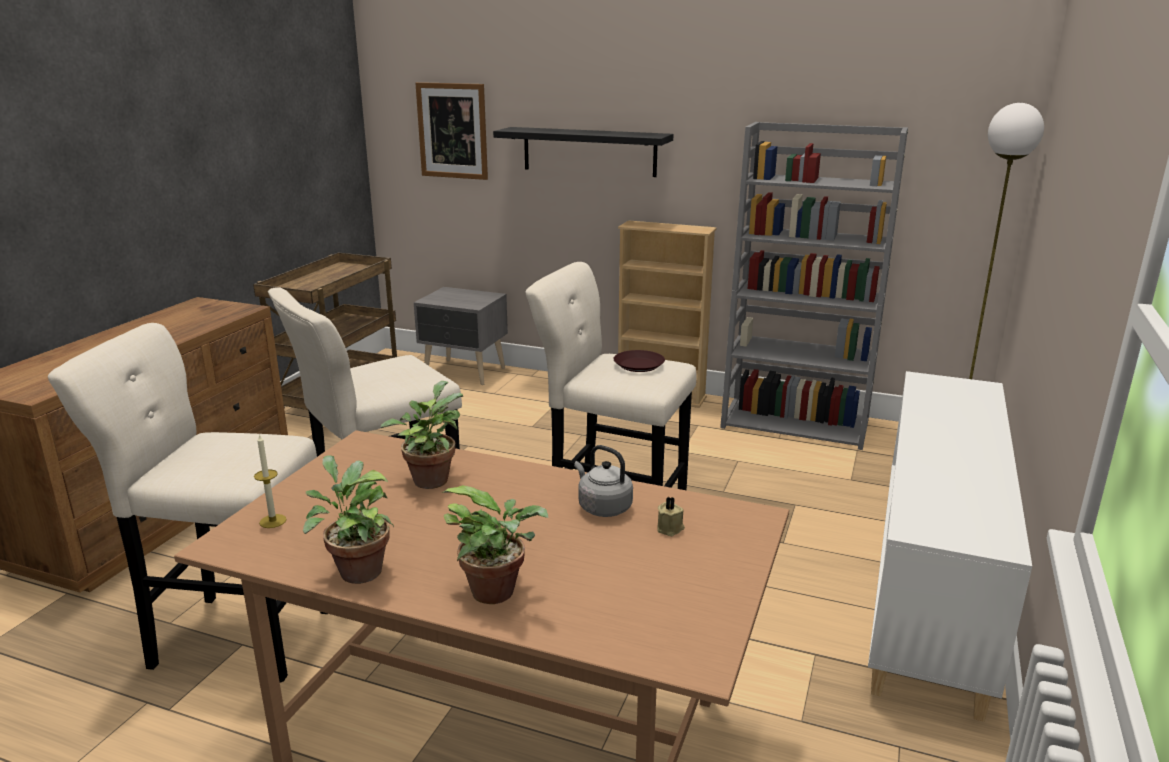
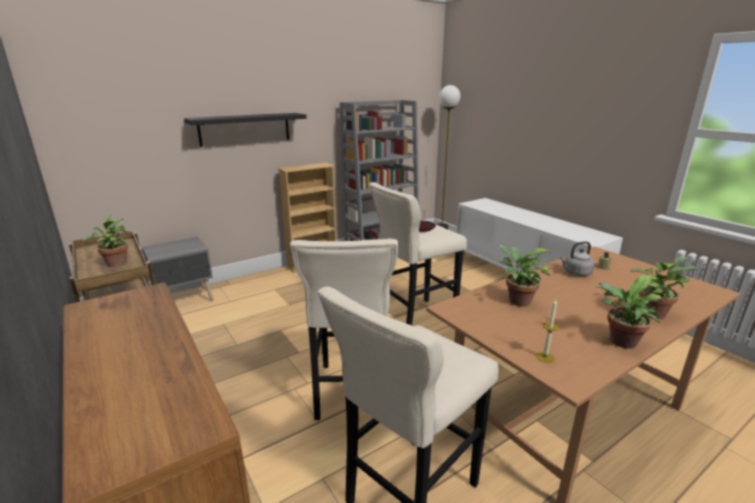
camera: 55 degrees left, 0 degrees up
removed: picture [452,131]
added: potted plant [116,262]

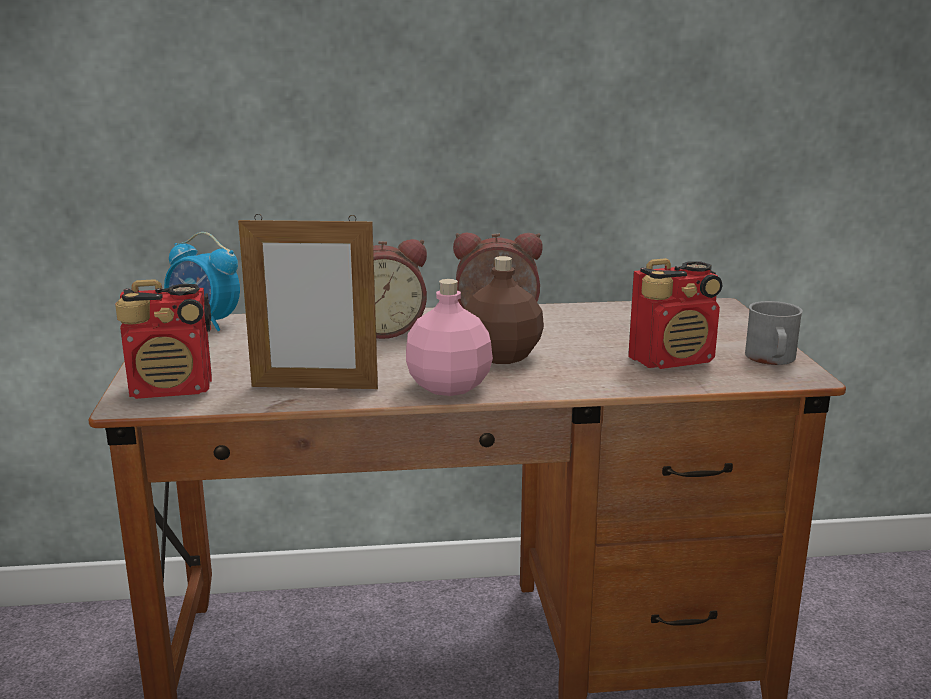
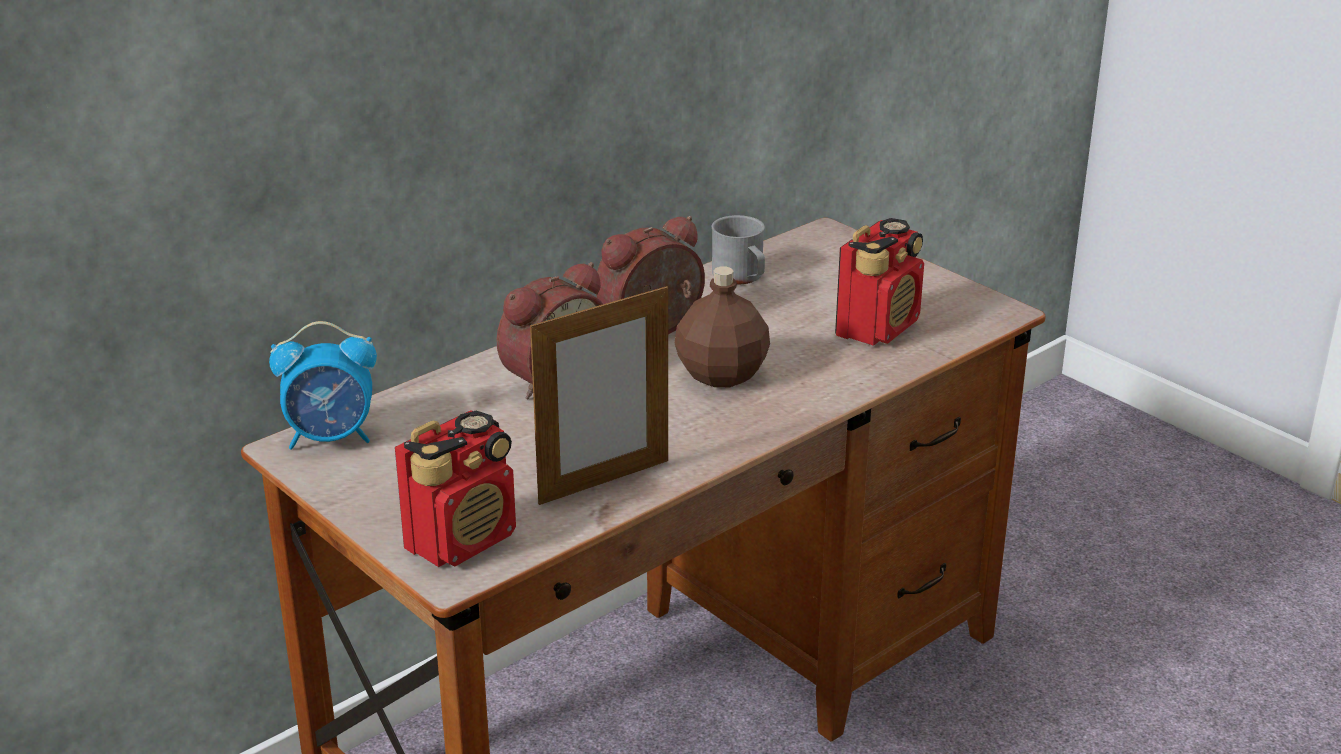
camera: 35 degrees left, 10 degrees up
removed: bottle/pink [447,386]
moved: mug/grey [771,359] to [741,277]

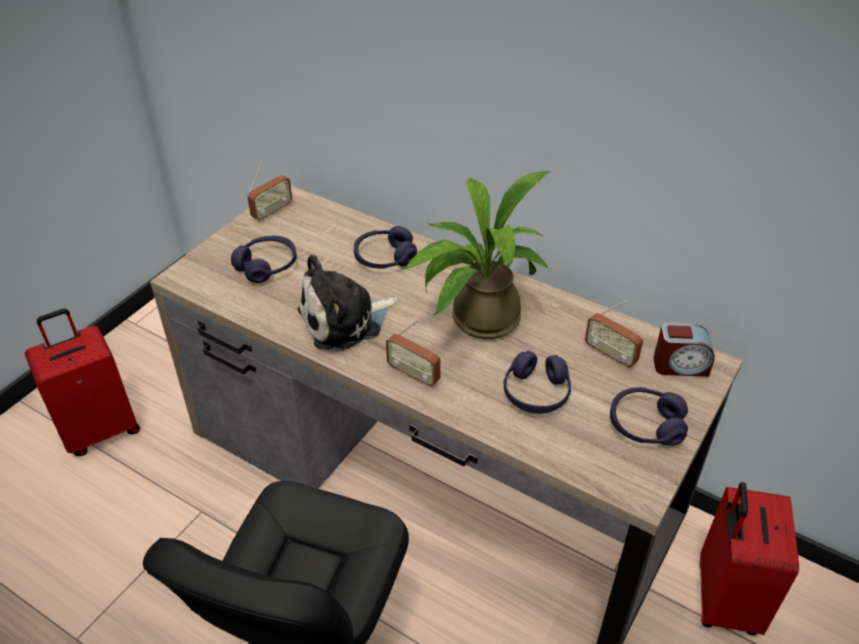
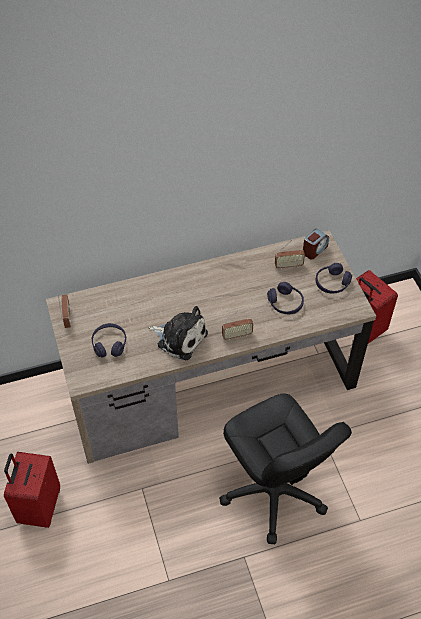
camera: 50 degrees left, 10 degrees up
removed: headphones/purple [385,258]; potted plant [477,320]
turned: plush toy [345,321] = [180,338] 75 degrees counterclockwise

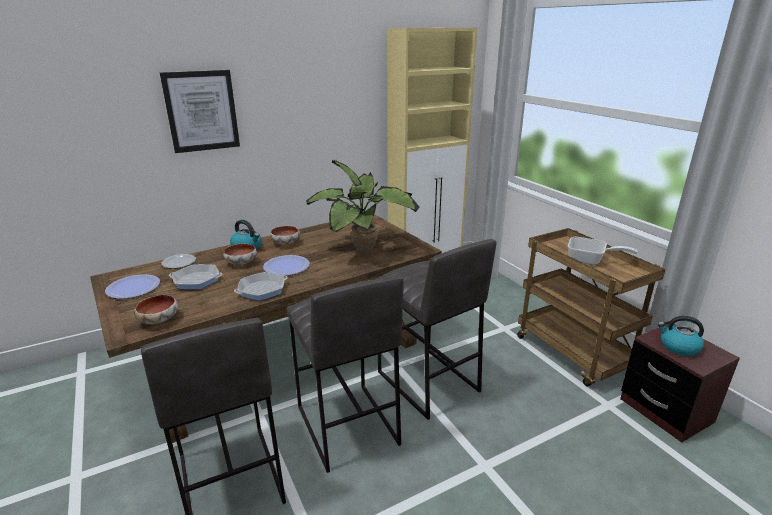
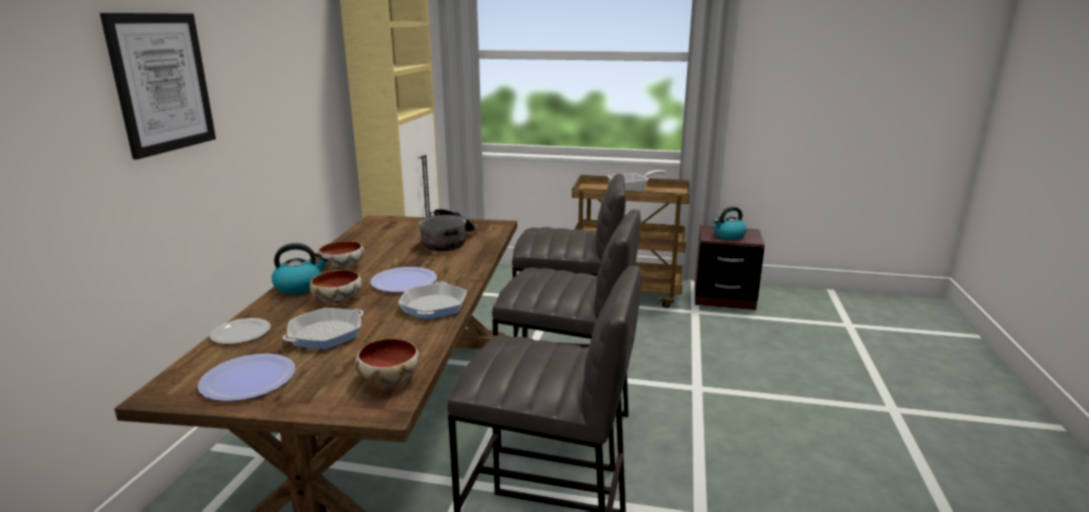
camera: 50 degrees left, 5 degrees down
replaced: potted plant [366,249] to cooking pot [448,241]

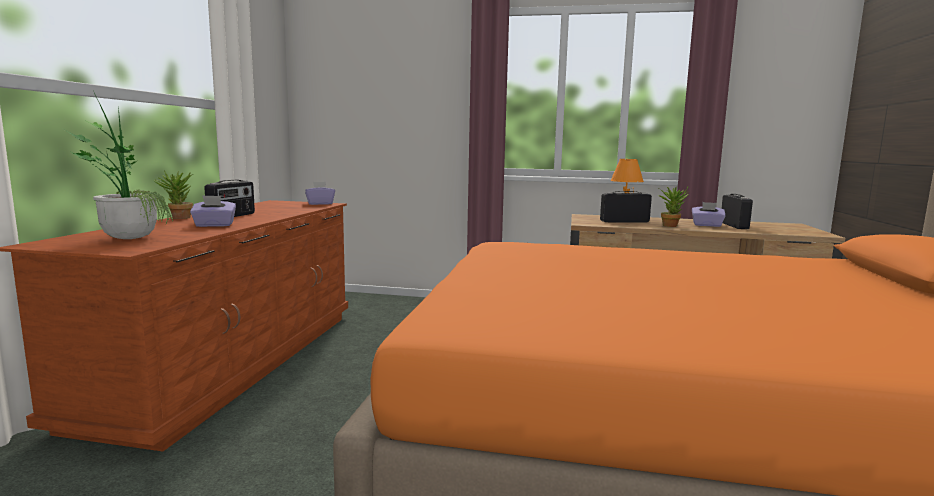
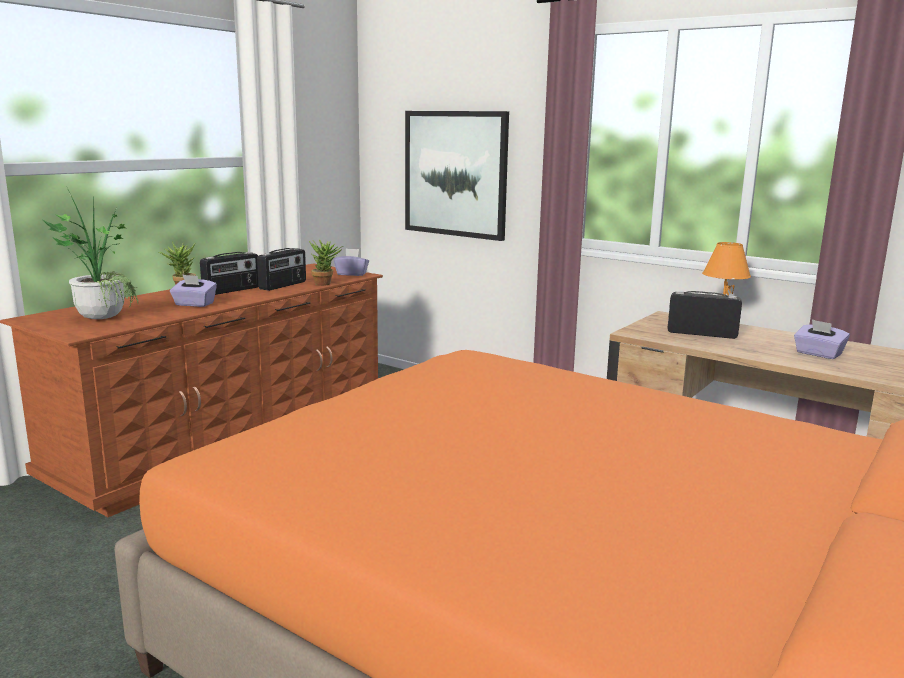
camera: 25 degrees right, 5 degrees up
added: picture [455,174]
moved: potted plant [671,225] to [326,284]; radio [734,225] to [283,285]

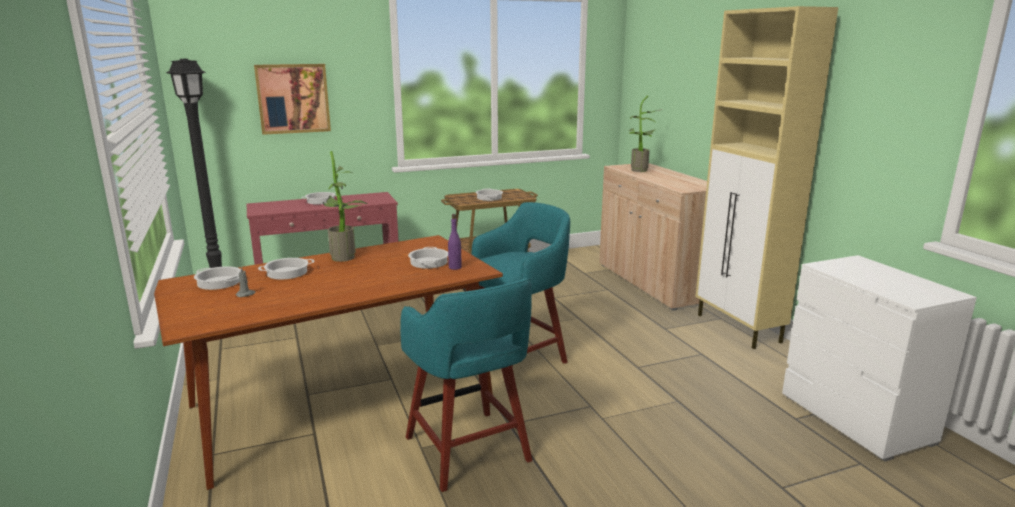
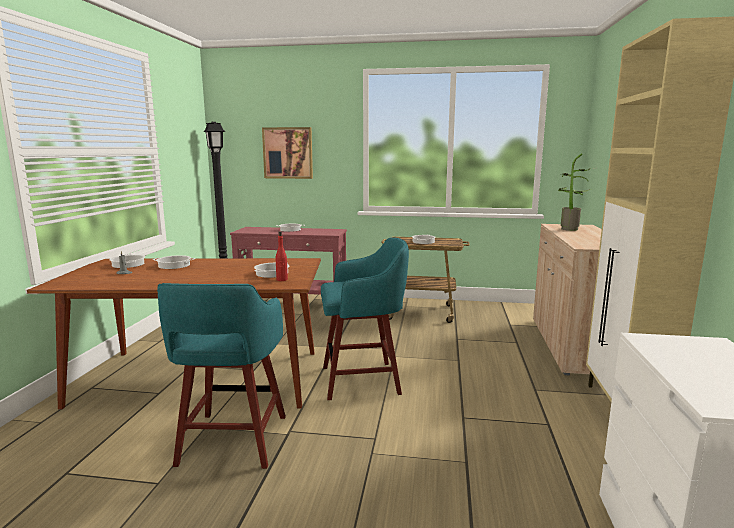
camera: 30 degrees right, 5 degrees down
removed: potted plant [347,257]
recoloured: bottle/purple [455,267] to bottle/red [282,280]

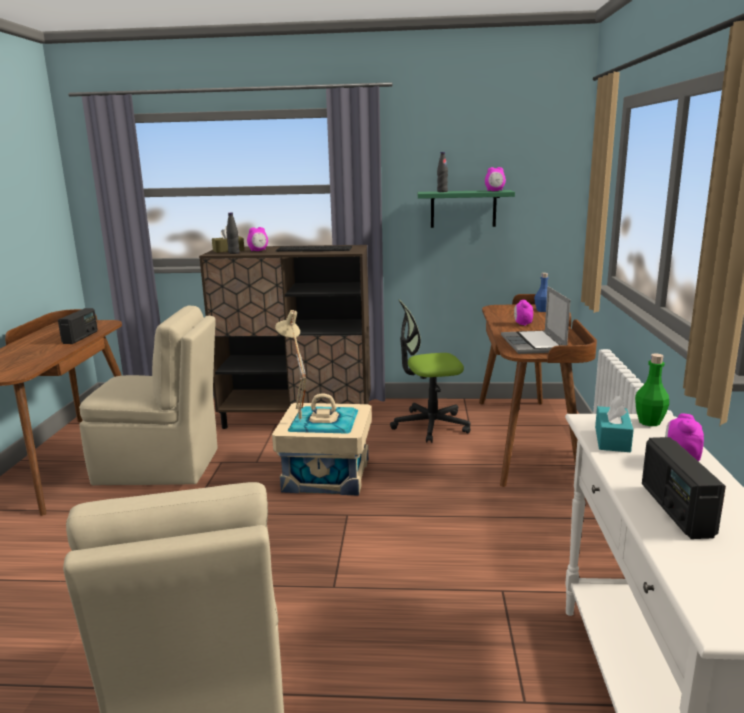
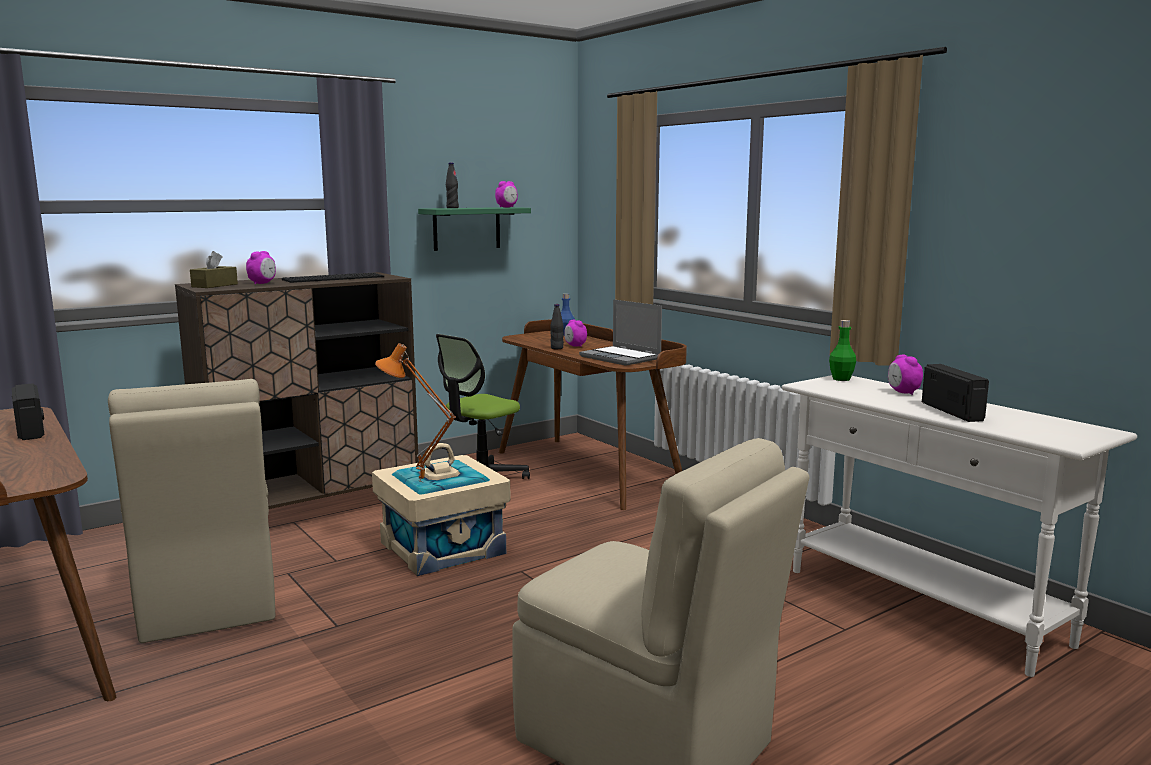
camera: 40 degrees left, 5 degrees down
removed: tissue box/turquoise [612,439]
moved: bottle/black [234,253] to [557,348]
recoloured: table lamp/beige [298,421] to table lamp/orange [419,482]
turned: chair/beige [161,466] = [207,601] 105 degrees clockwise; radio [675,509] = [952,411] 150 degrees counterclockwise

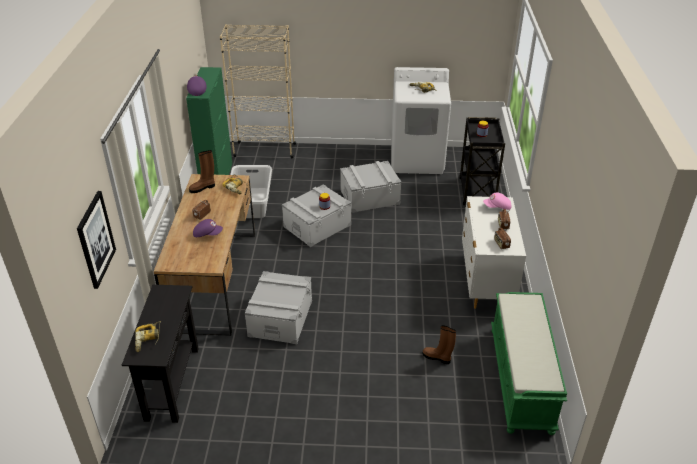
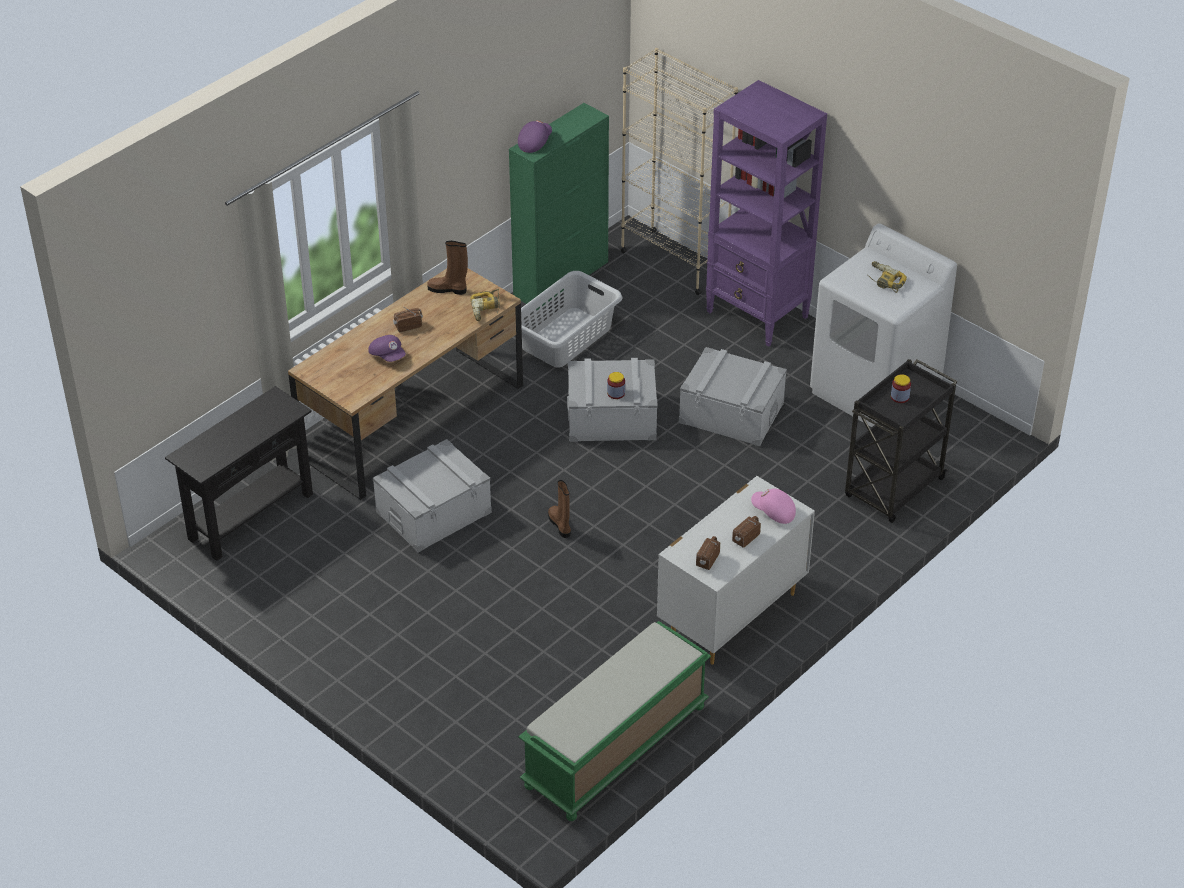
camera: 40 degrees right, 5 degrees up
removed: picture [95,239]; power drill [148,339]
added: bookcase/purple [758,315]
moved: boot/brown [437,357] to [560,525]

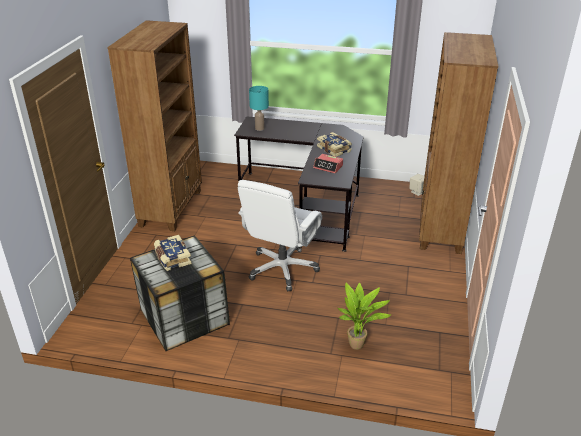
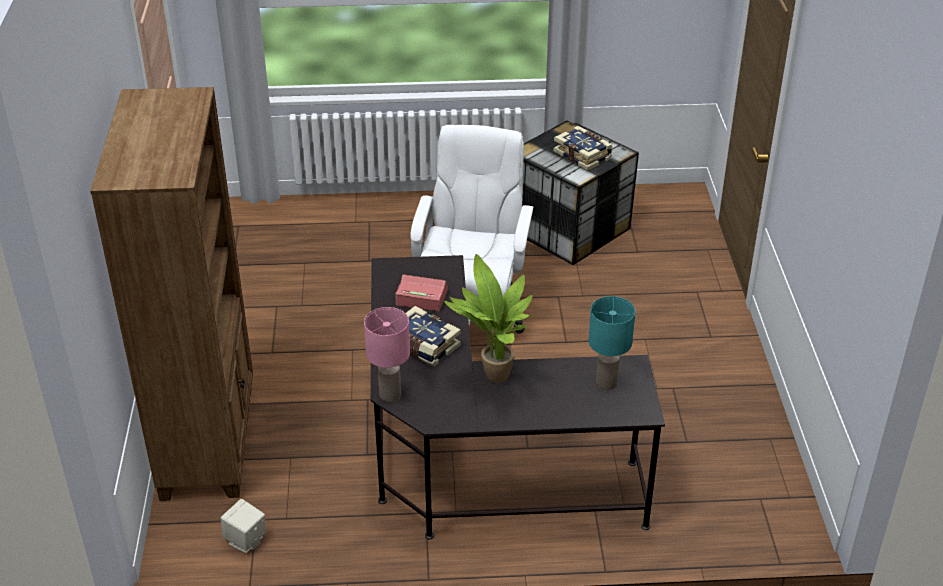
camera: 165 degrees right, 5 degrees up
removed: bookcase/brown [172,208]
added: table lamp/pink [390,395]
moved: potted plant [358,346] to [493,377]

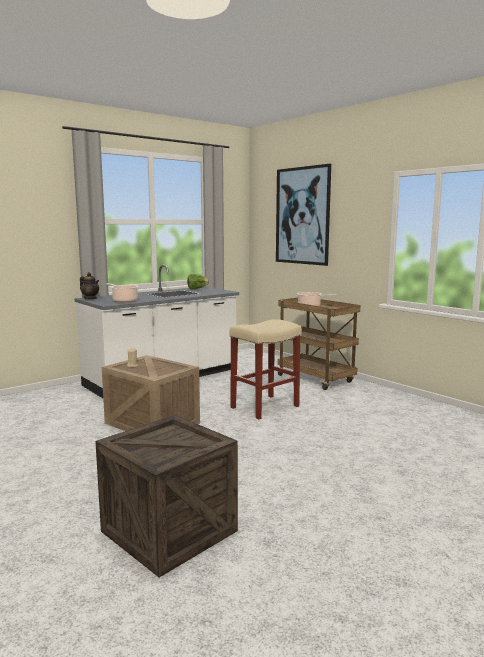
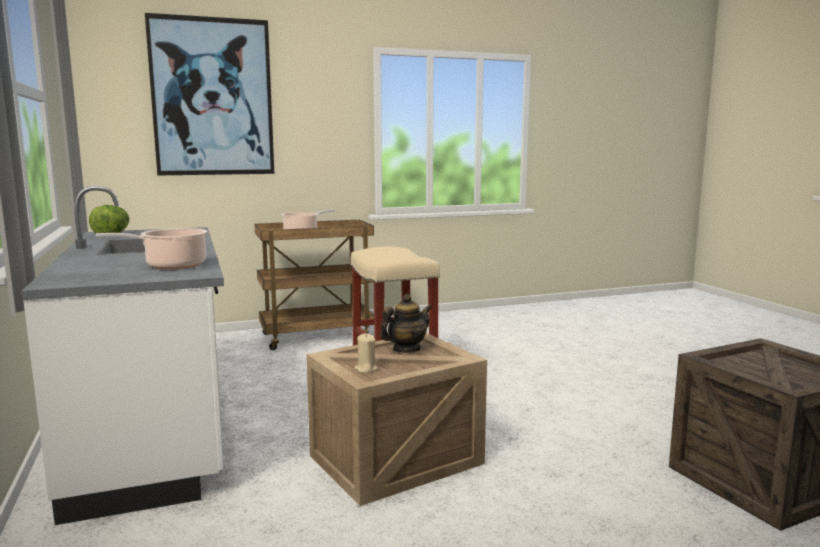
camera: 70 degrees left, 0 degrees up
moved: teapot [90,298] to [406,349]

